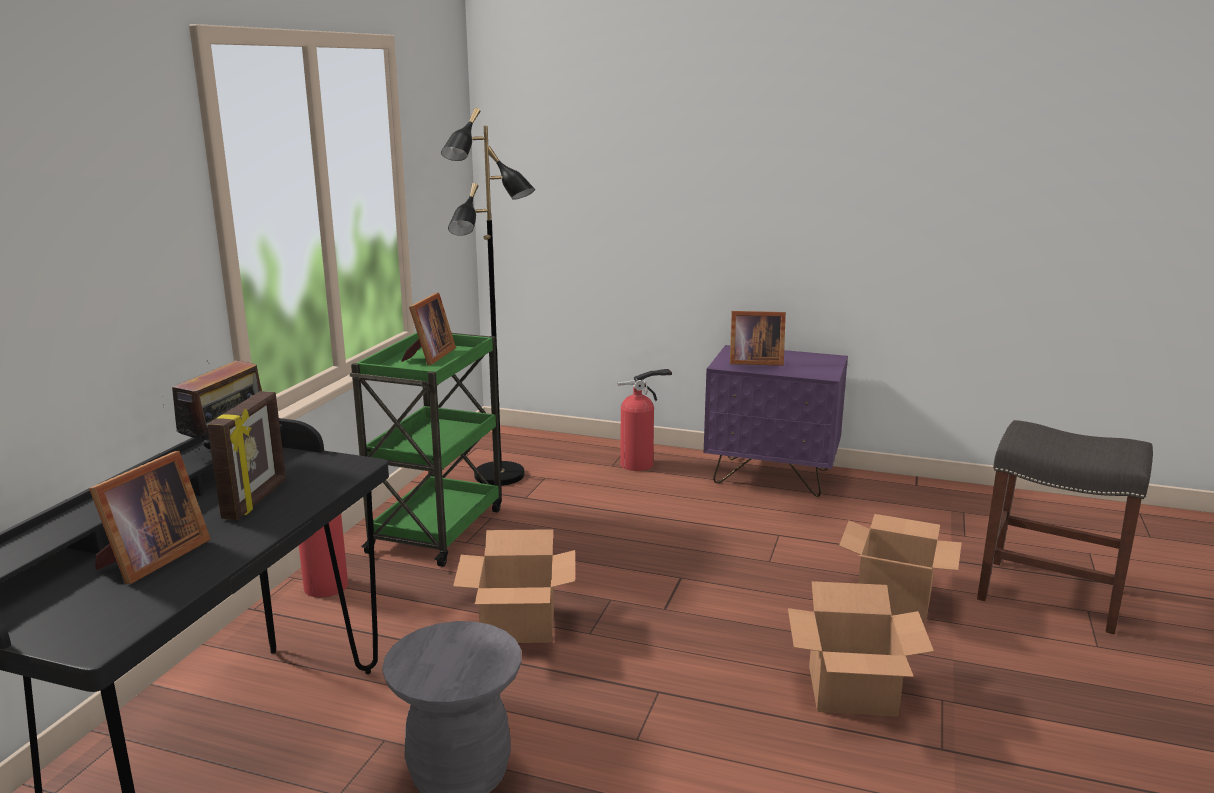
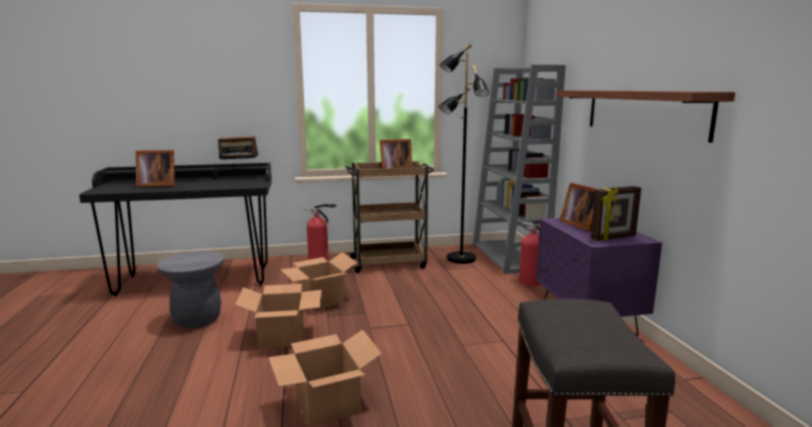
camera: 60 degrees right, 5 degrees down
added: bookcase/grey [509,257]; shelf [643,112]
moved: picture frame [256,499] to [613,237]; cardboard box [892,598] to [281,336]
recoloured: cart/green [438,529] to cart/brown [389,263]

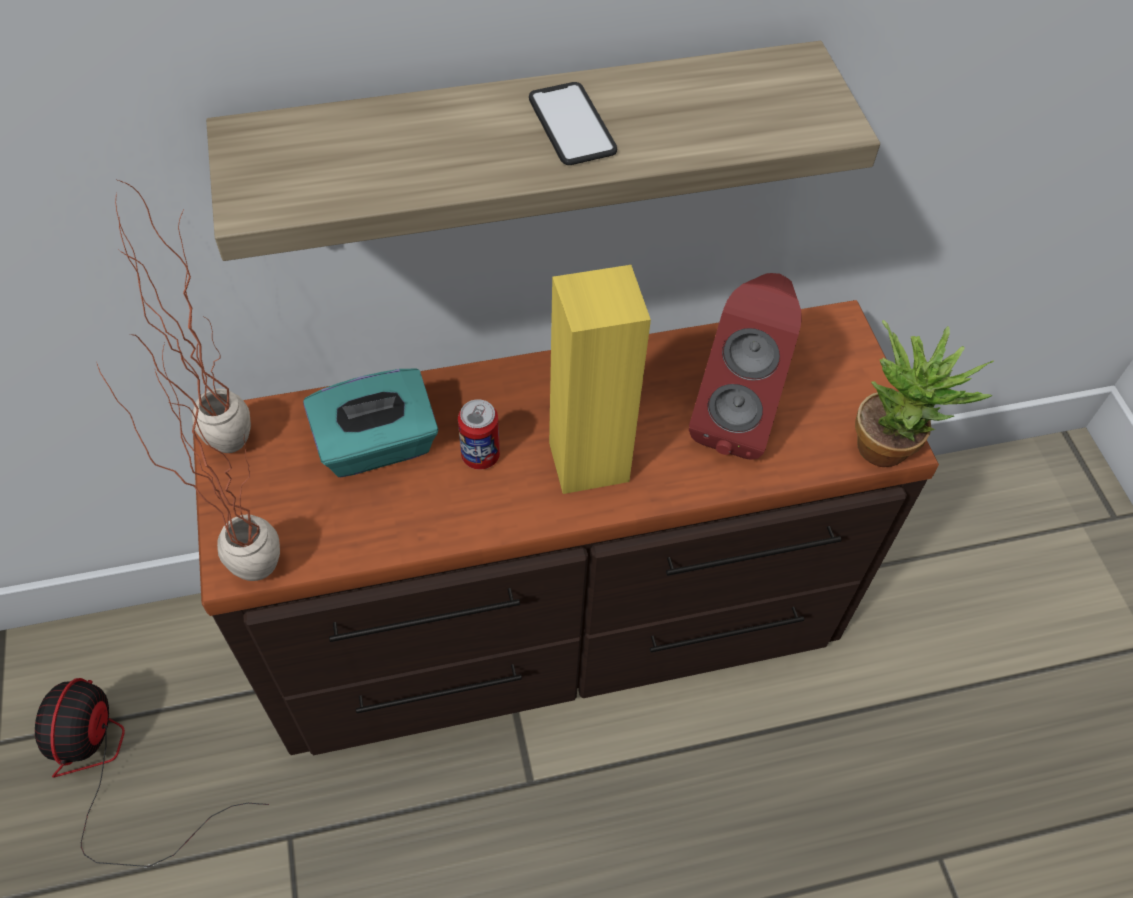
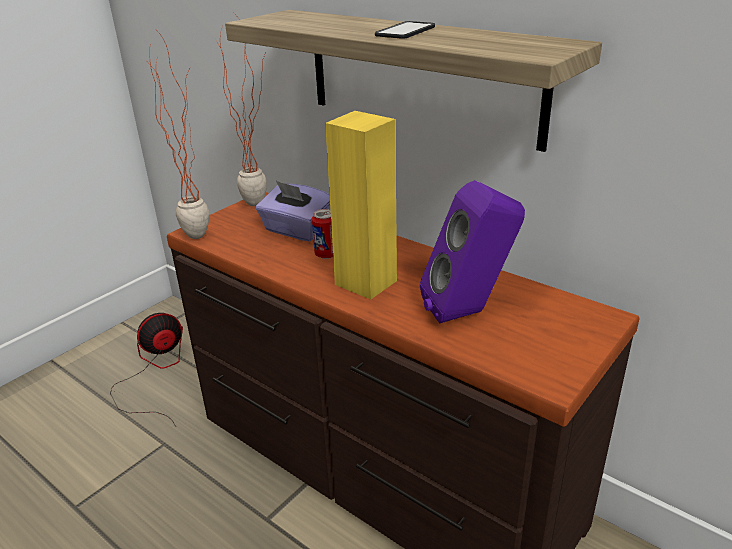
camera: 55 degrees right, 25 degrees down
removed: potted plant [892,446]
recoloured: tissue box/turquoise [377,446] to tissue box/purple [296,230]; speaker/red [736,416] to speaker/purple [469,312]

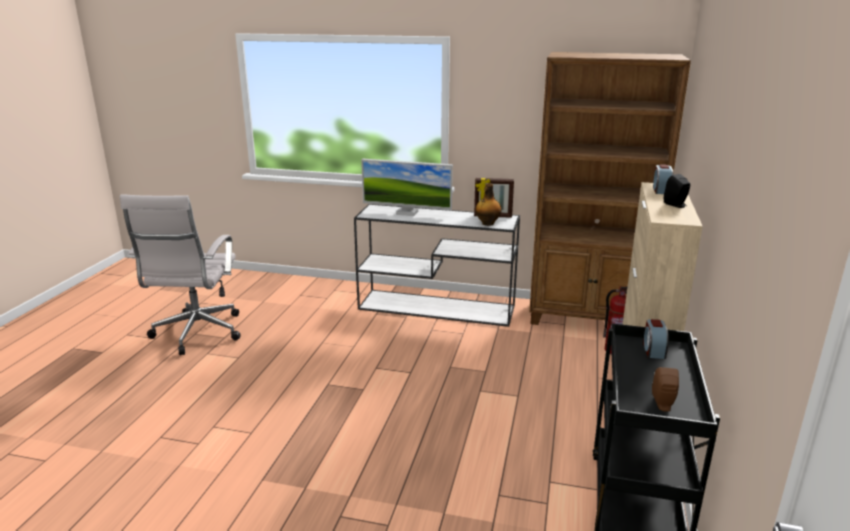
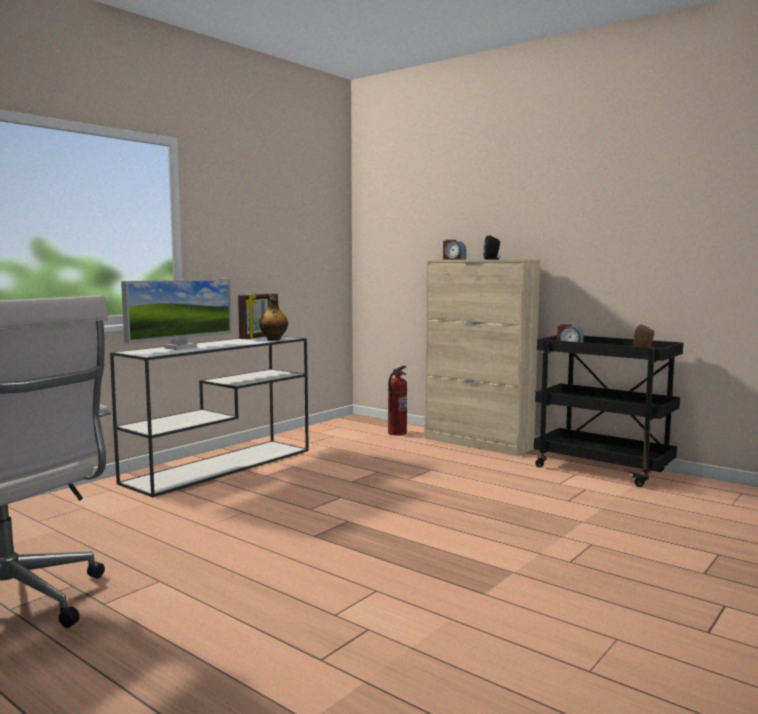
camera: 65 degrees left, 15 degrees down
removed: bookcase/brown [588,318]

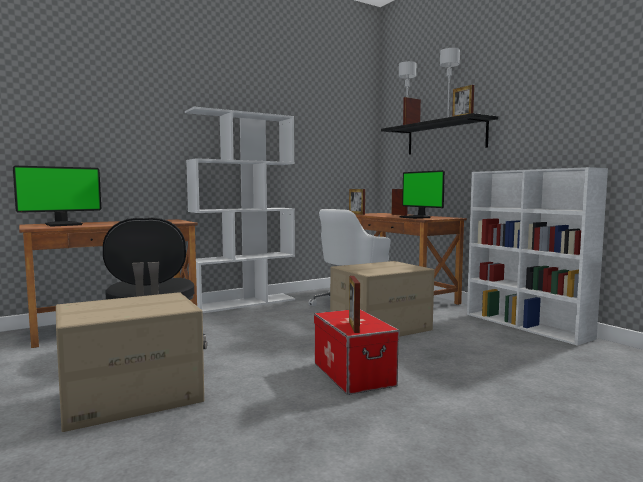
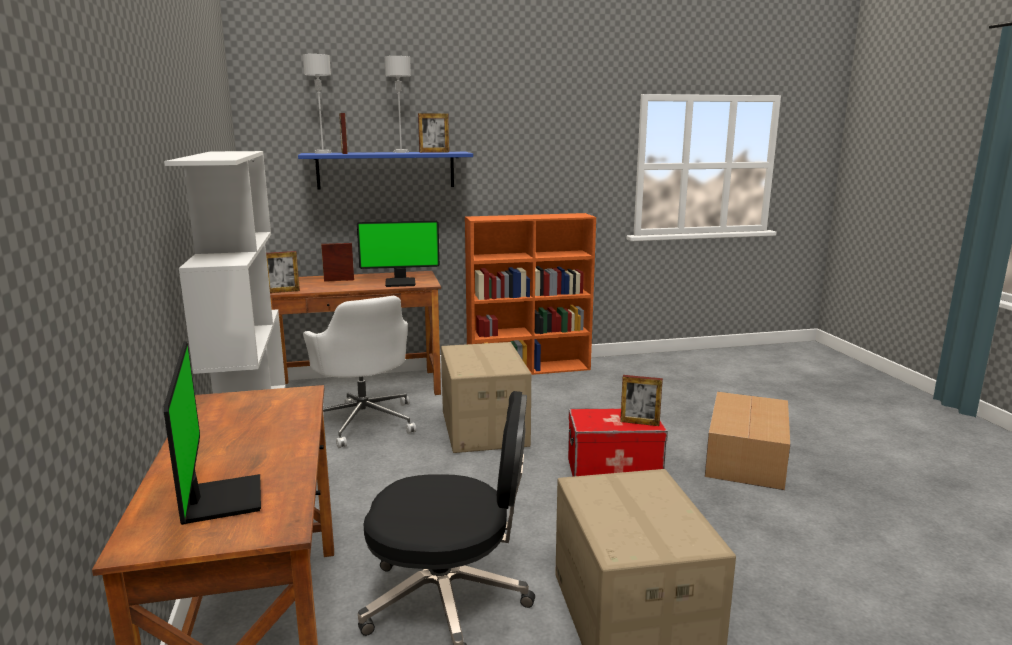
camera: 70 degrees left, 10 degrees up
added: cardboard box [746,457]
recoloured: shelf/black [445,137] to shelf/blue [386,170]; bookcase/white [527,326] to bookcase/orange [530,369]

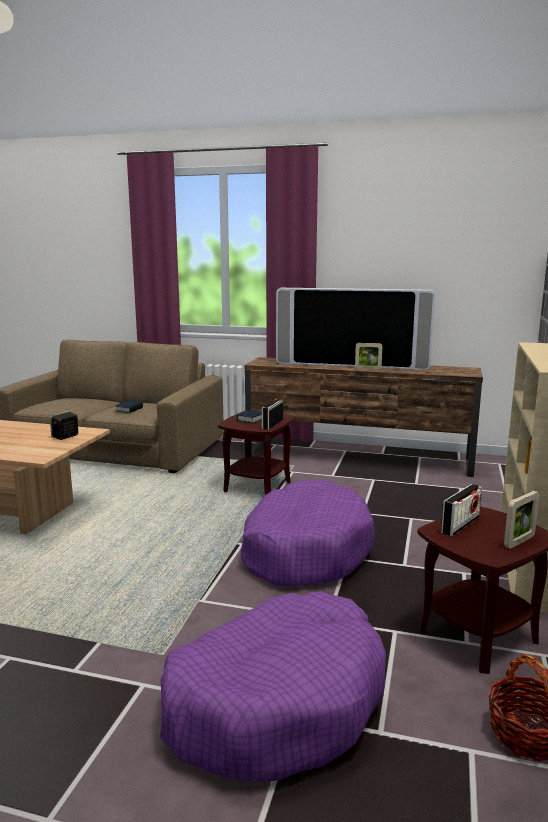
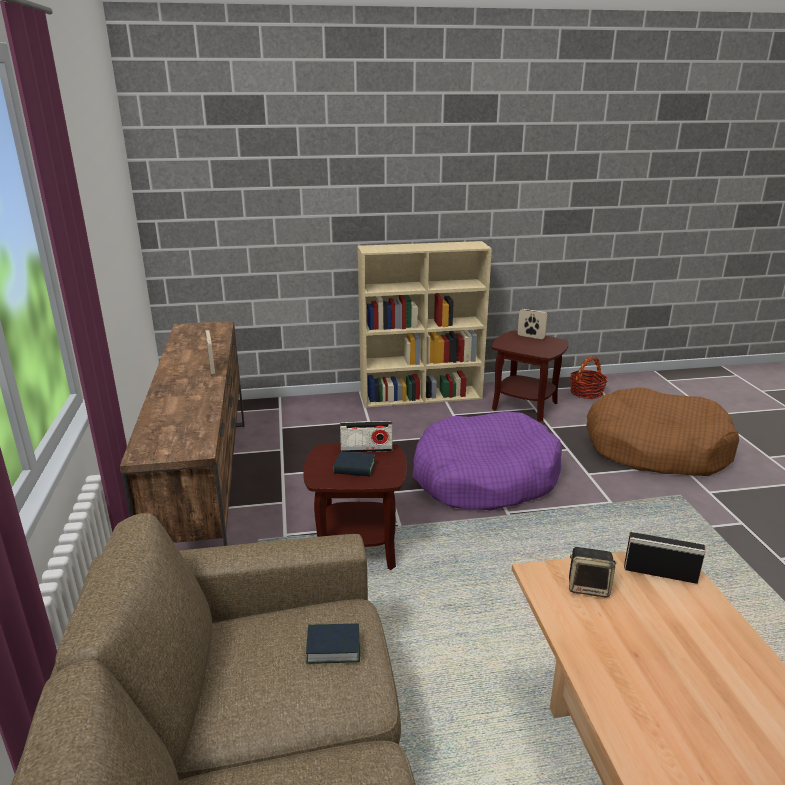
camera: 115 degrees left, 10 degrees up
removed: television [351,365]
moved: radio [460,525] to [660,572]
recoloured: dog bed/purple [276,702] to dog bed/brown [655,448]

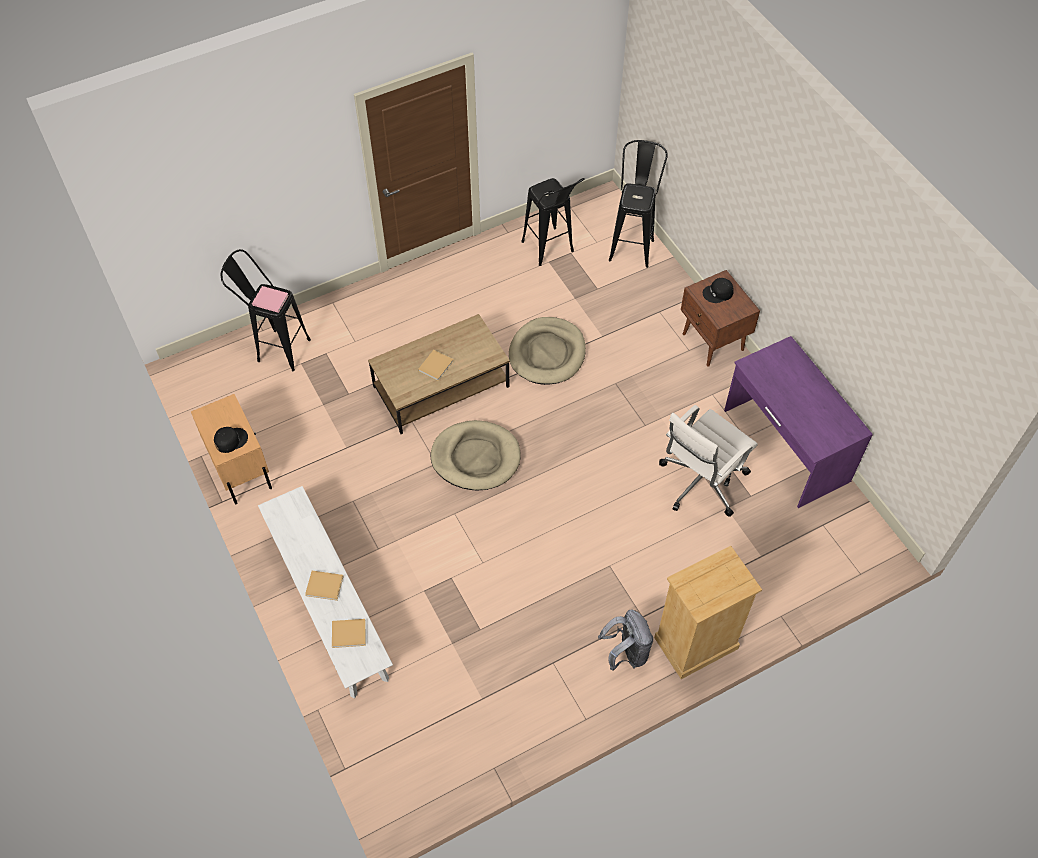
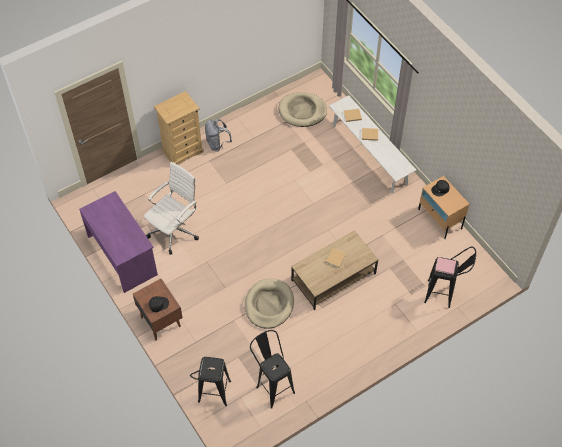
camera: 175 degrees right, 0 degrees up
moved: dog bed/beige [476,457] to [302,111]

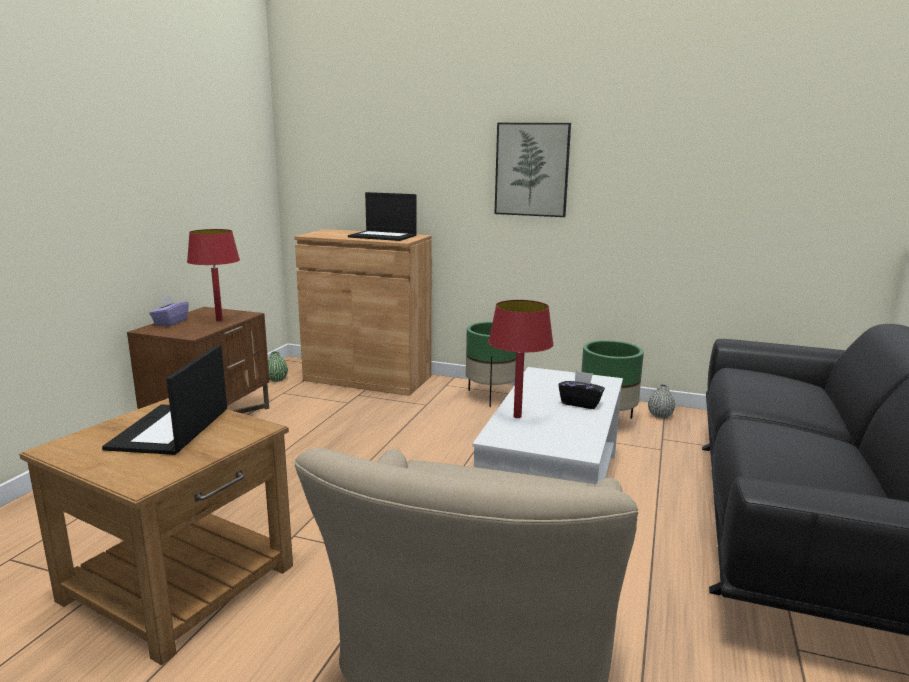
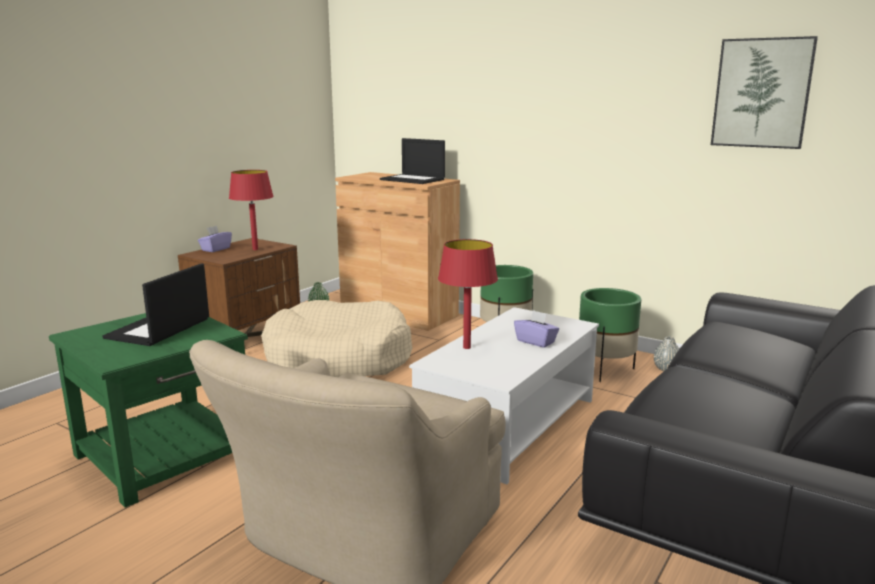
camera: 15 degrees right, 0 degrees up
added: dog bed/beige [338,359]
moved: picture [532,169] to [762,93]
recoloured: side table/brown [179,583] to side table/green [164,455]; tissue box/black [580,403] to tissue box/purple [536,341]

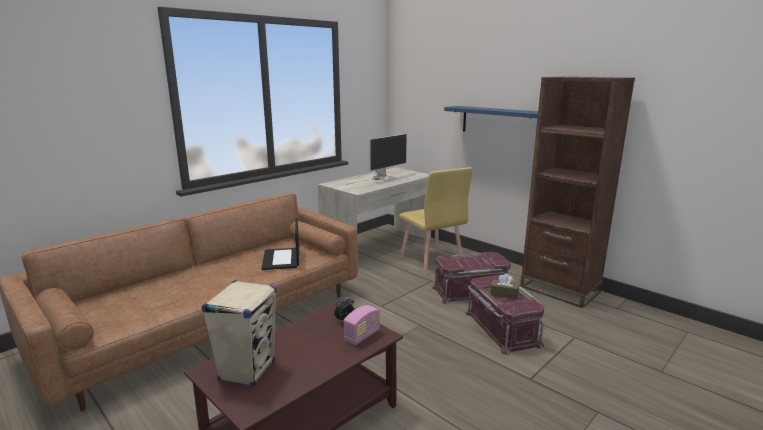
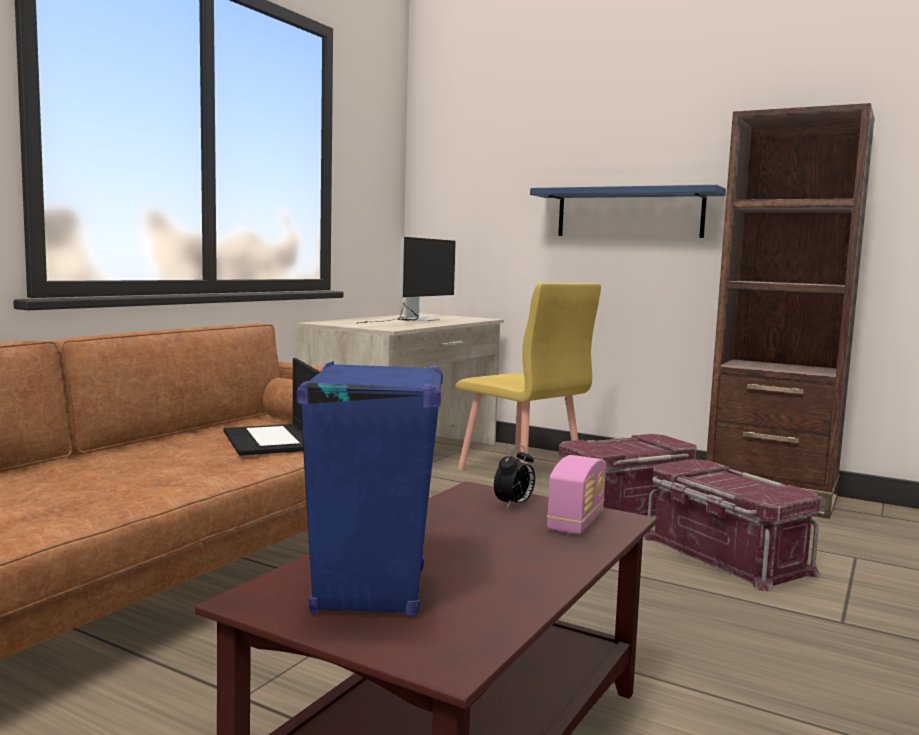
camera: 15 degrees left, 10 degrees down
removed: tissue box/brown [504,294]
recoloured: speaker/beige [247,370] to speaker/blue [370,591]

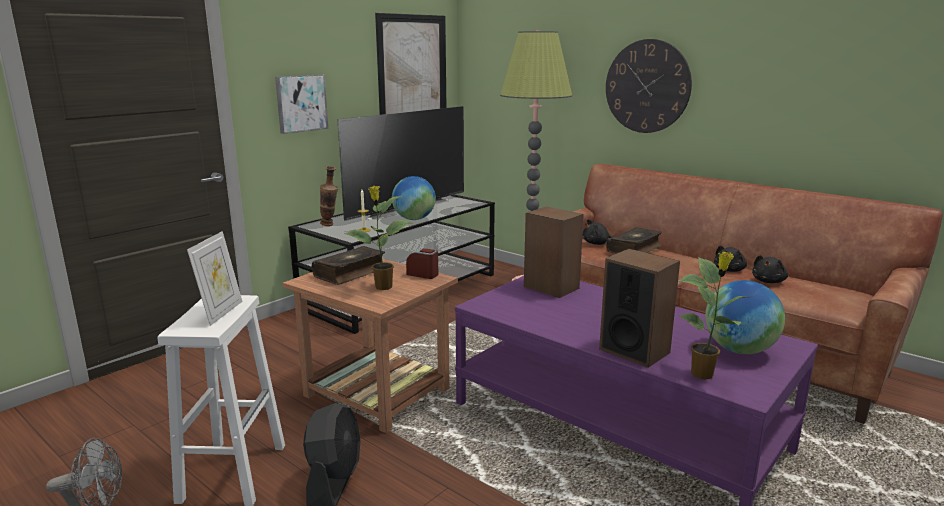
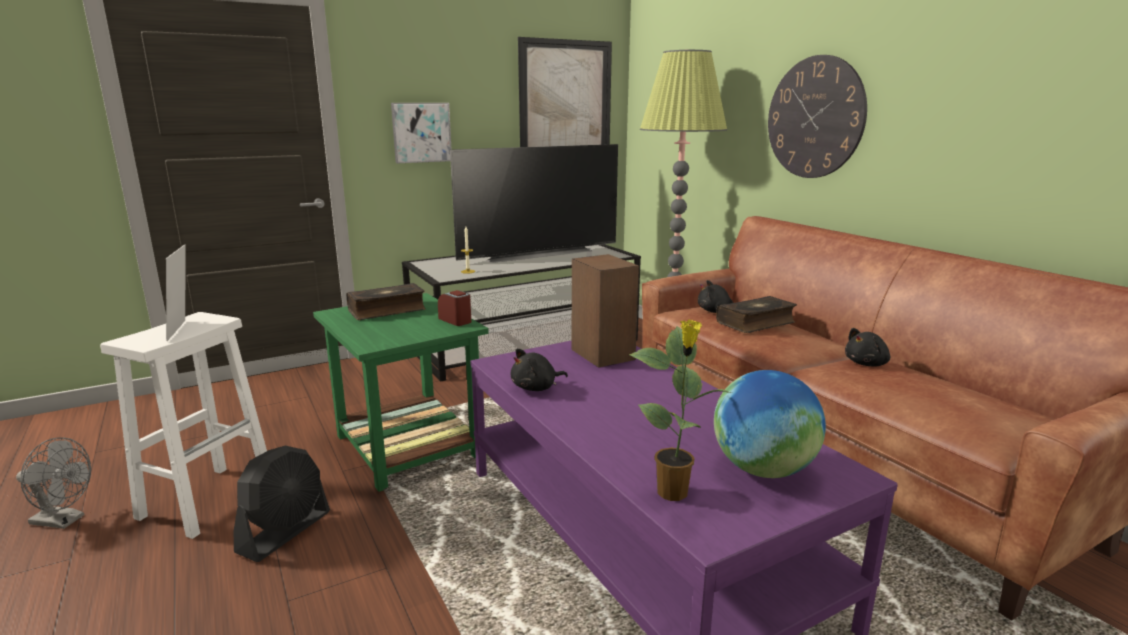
camera: 20 degrees right, 0 degrees up
removed: vase [330,225]; potted plant [382,287]; globe [414,219]; speaker [634,350]
moved: plush toy/black [769,281] to [536,388]
recoloured: side table/brown [375,392] to side table/green [407,445]
turned: picture frame [221,312] = [183,330] 135 degrees clockwise

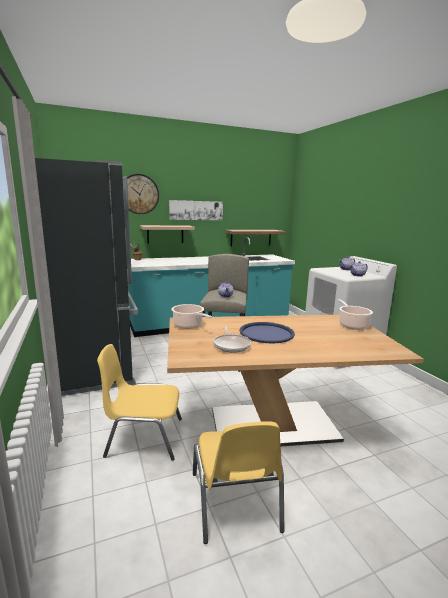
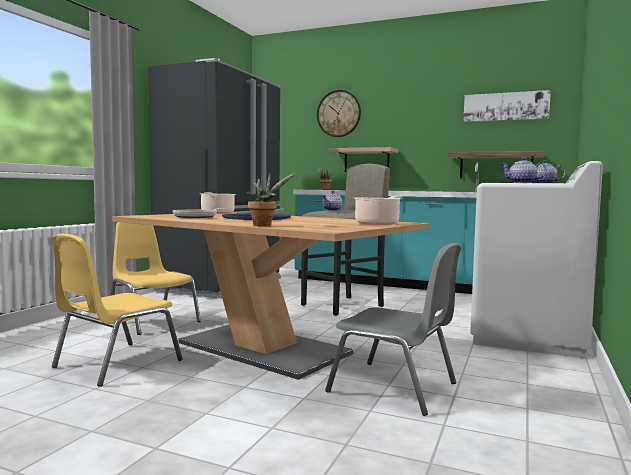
camera: 45 degrees right, 10 degrees down
added: potted plant [264,225]; chair/grey [395,388]
moved: picture [196,210] to [505,106]

